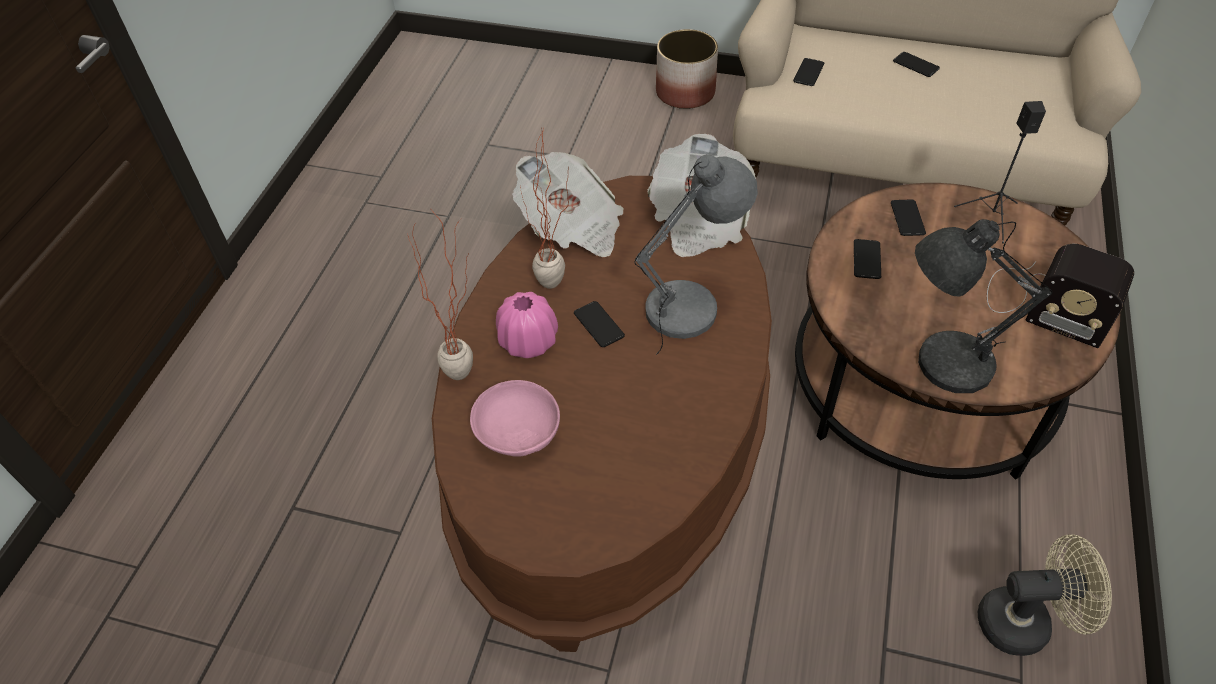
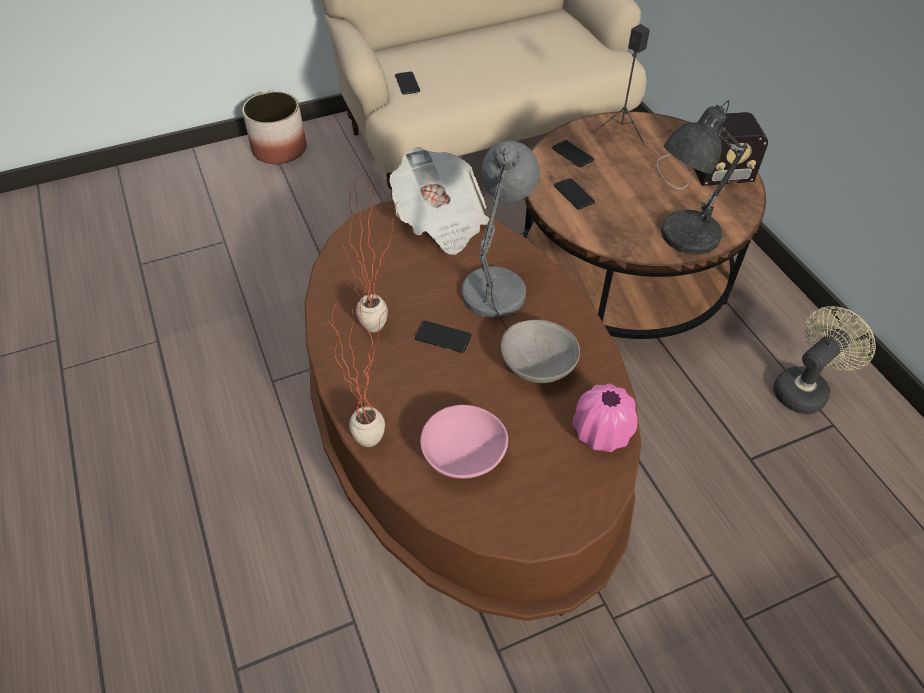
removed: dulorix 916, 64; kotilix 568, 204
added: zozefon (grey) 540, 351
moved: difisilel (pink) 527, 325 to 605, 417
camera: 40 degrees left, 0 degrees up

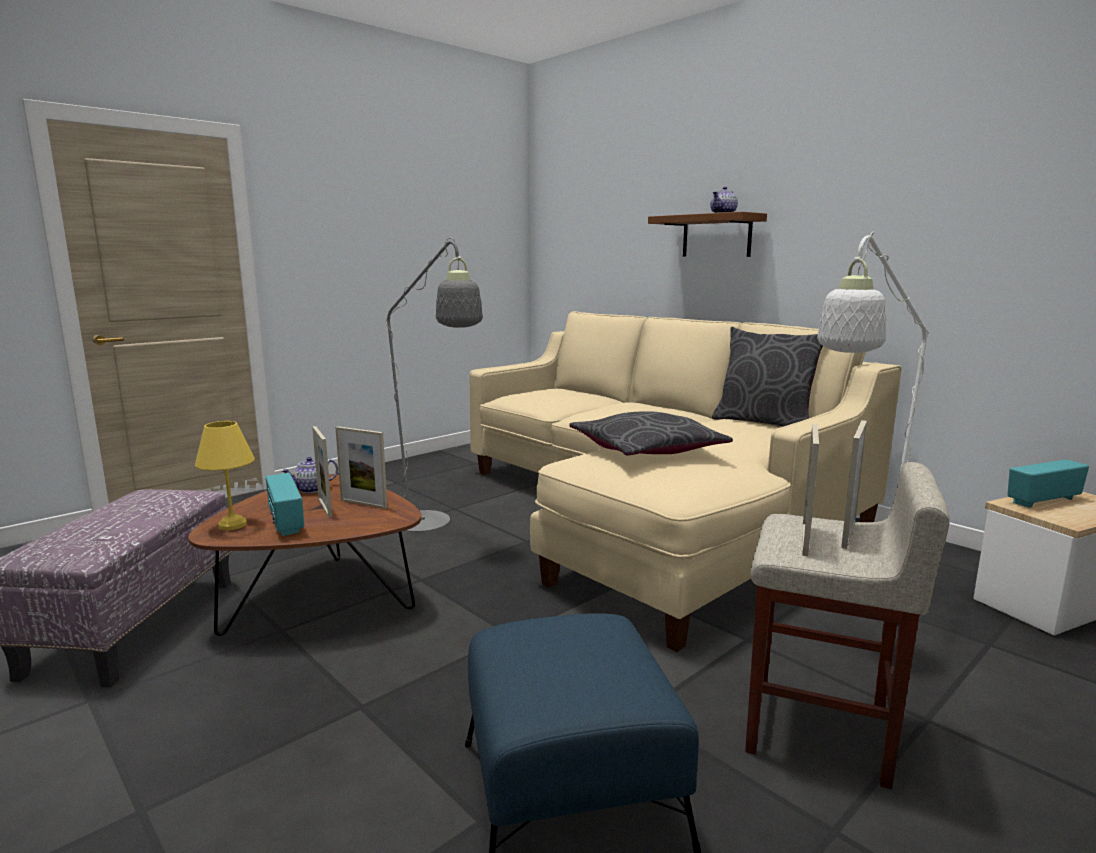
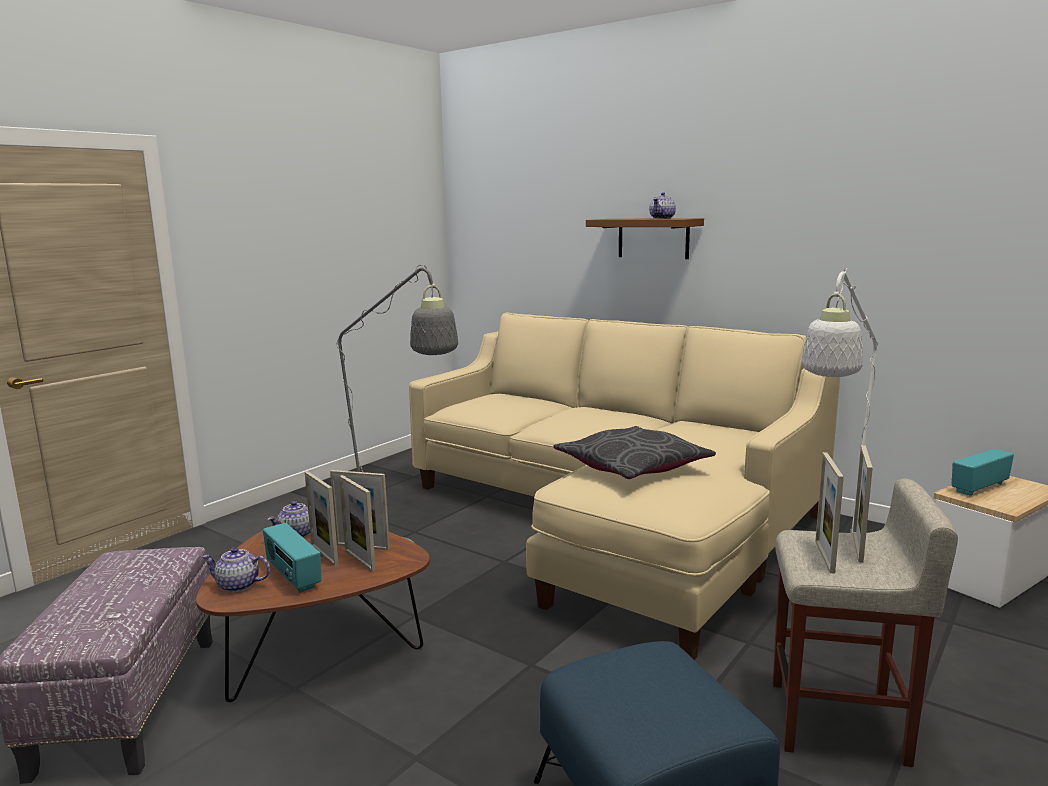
removed: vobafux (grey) 767, 376
added: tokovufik 357, 523
replaced: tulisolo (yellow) 225, 475 to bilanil 236, 569
camera: 10 degrees left, 0 degrees up

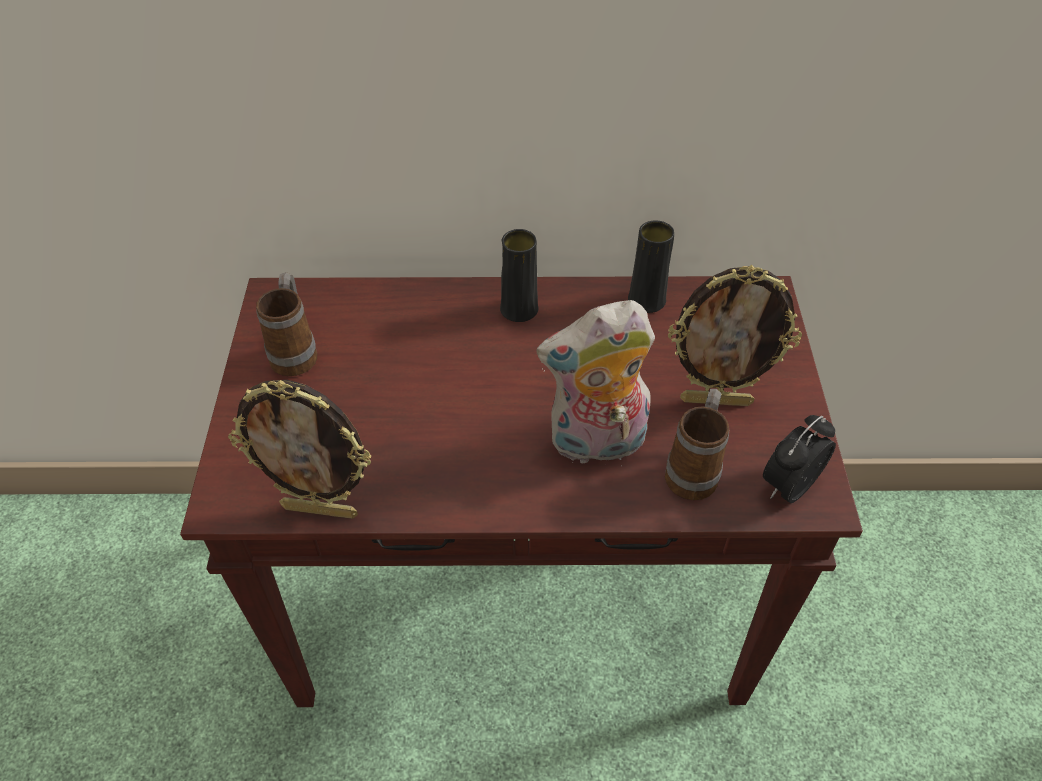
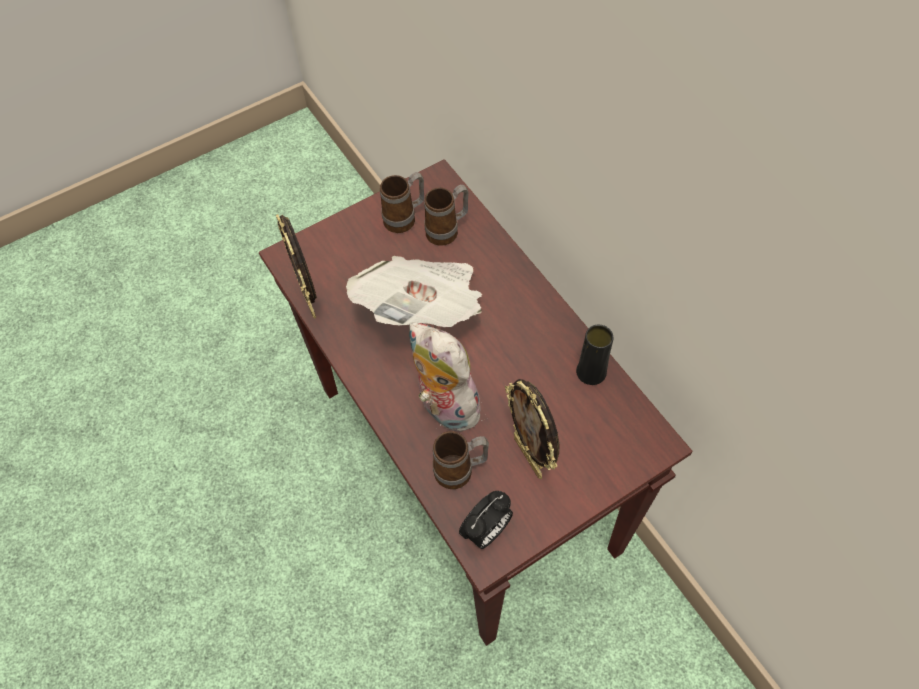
removed: difisilel (black) 519, 275
added: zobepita 446, 215; kotilix 414, 291
turned: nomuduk 799, 459 = 486, 520 120 degrees clockwise
camera: 60 degrees right, 10 degrees up

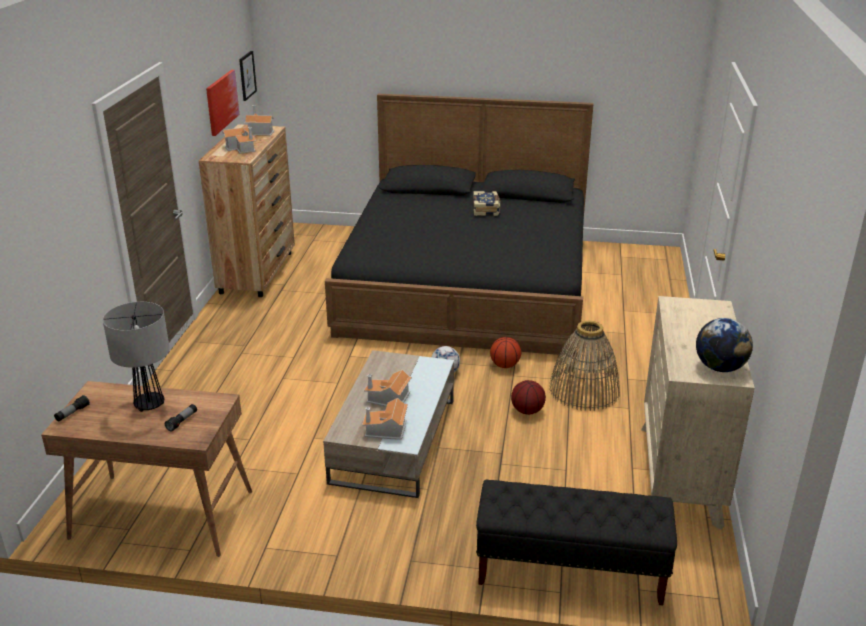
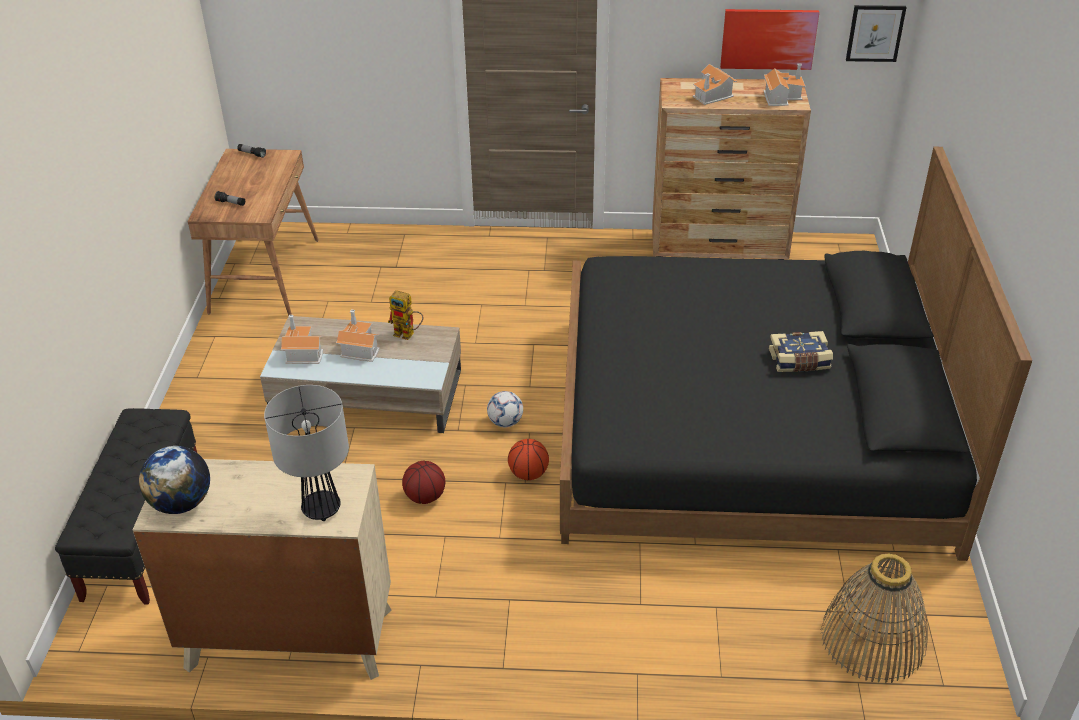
added: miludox 406, 315
moved: tulisolo 136, 357 to 306, 453; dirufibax 584, 365 to 874, 618
camera: 85 degrees right, 10 degrees up

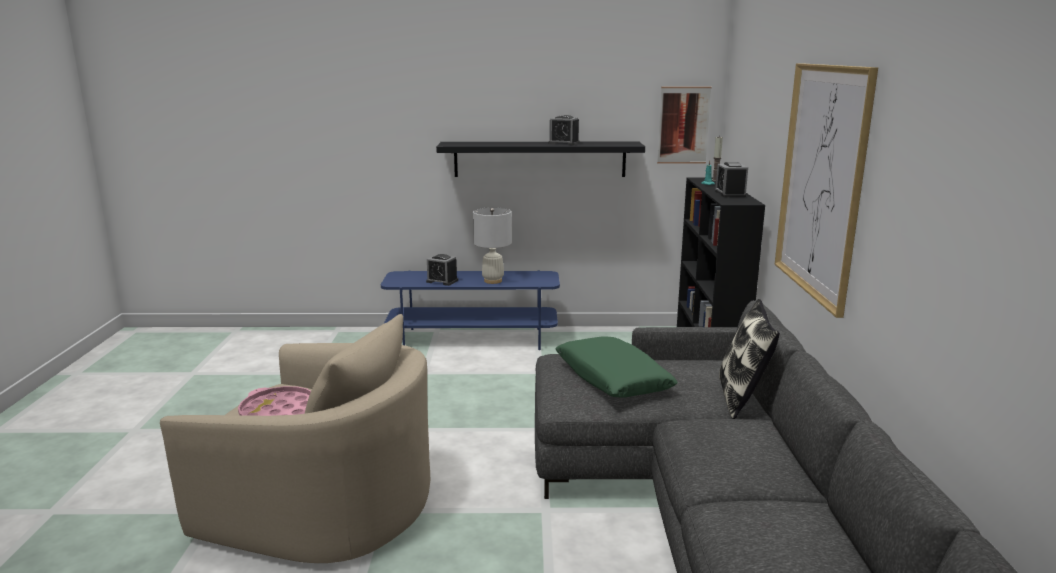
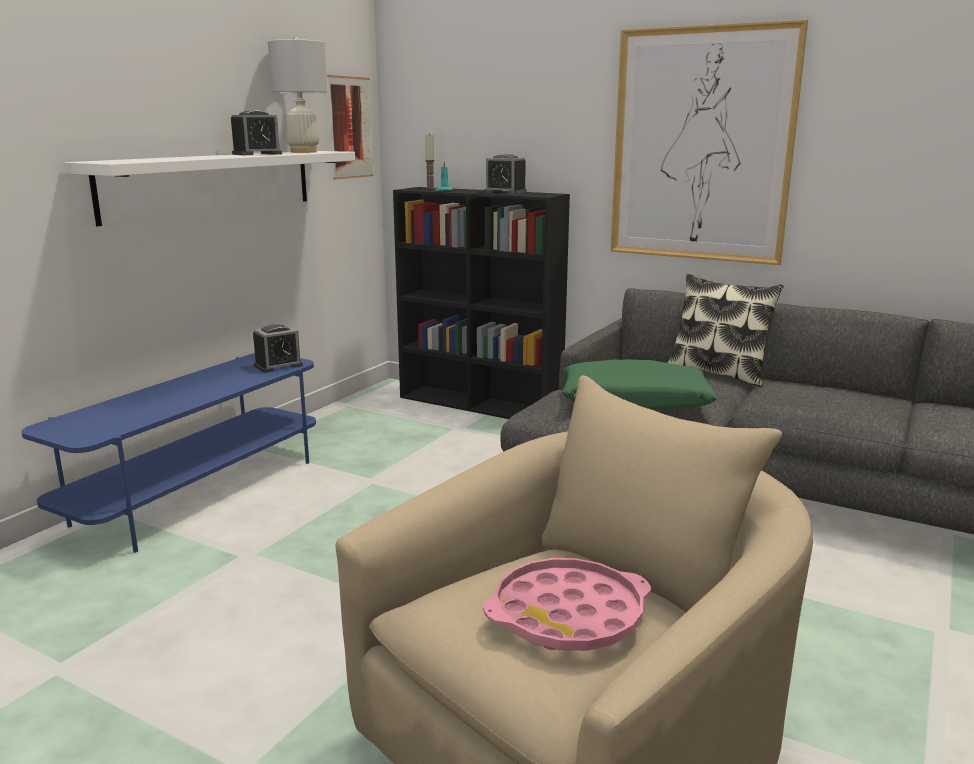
moved: tulisolo (white) 492, 245 to 297, 95; nomuduk 442, 270 to 278, 348
recoloured: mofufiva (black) 540, 159 to mofufiva (white) 210, 188
camera: 60 degrees left, 0 degrees up

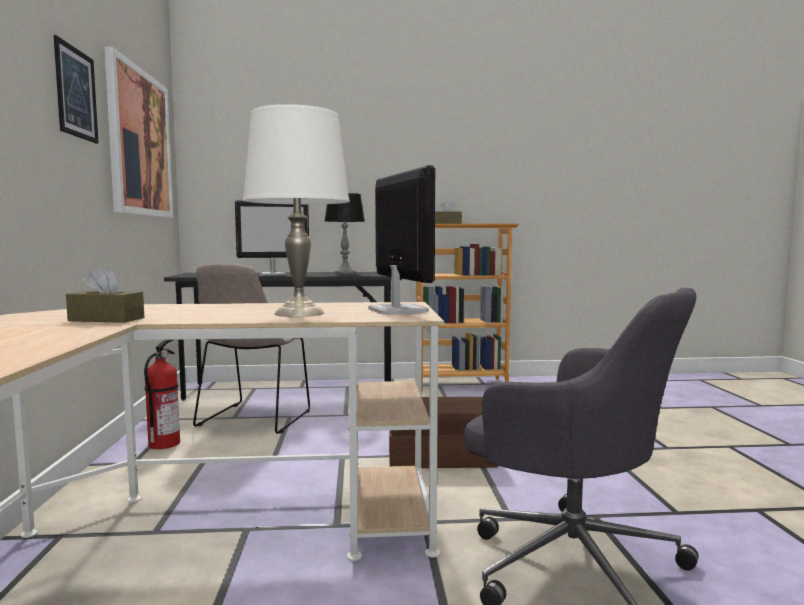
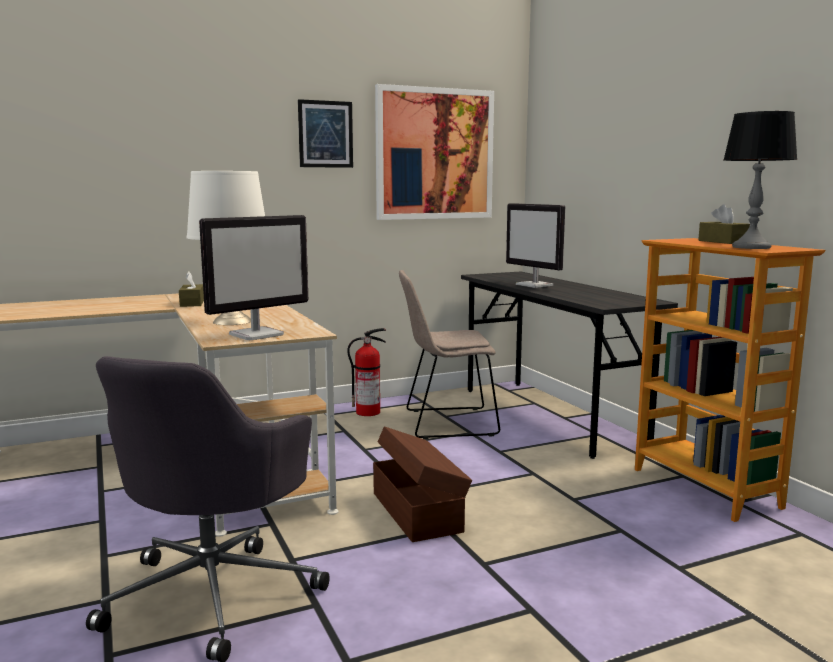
moved: tulisolo 345, 233 to 760, 180
camera: 70 degrees right, 5 degrees up

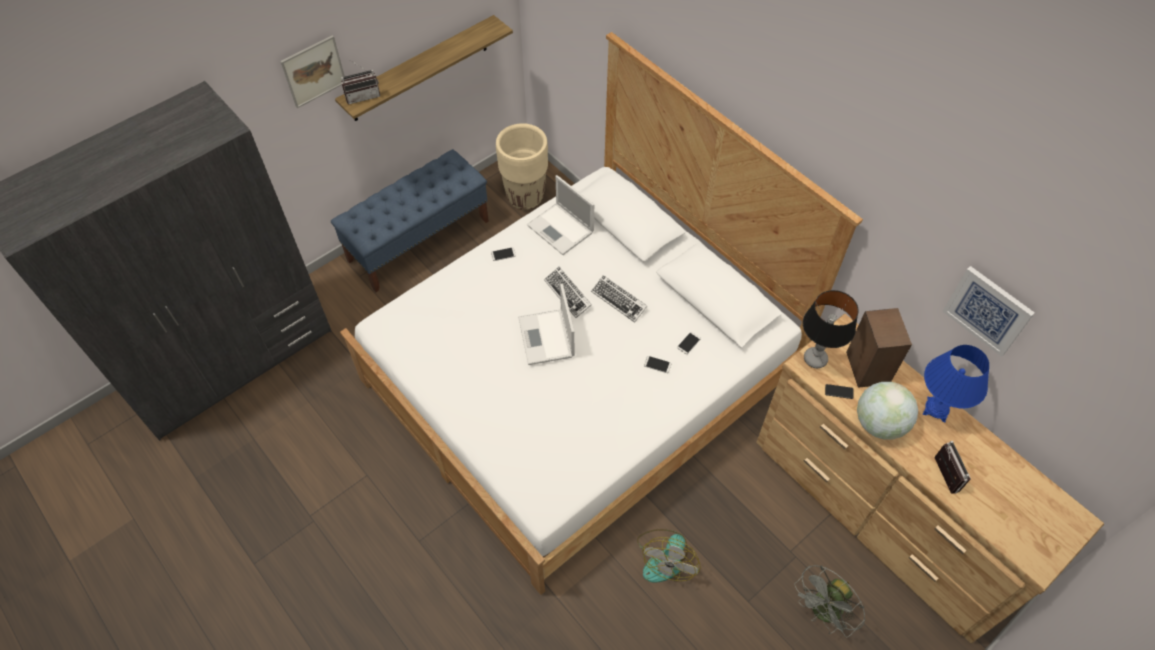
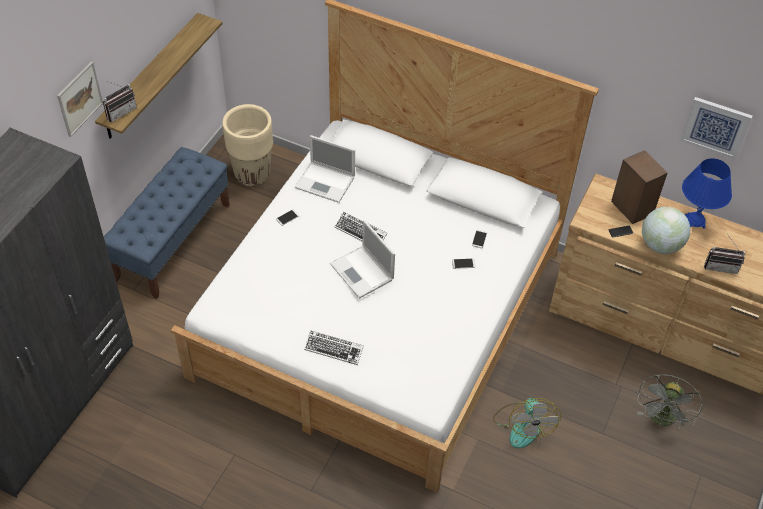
removed: tulisolo 831, 329
moved: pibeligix 619, 299 to 334, 347
turned: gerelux 952, 467 = 724, 254 135 degrees clockwise
camera: 25 degrees left, 5 degrees down

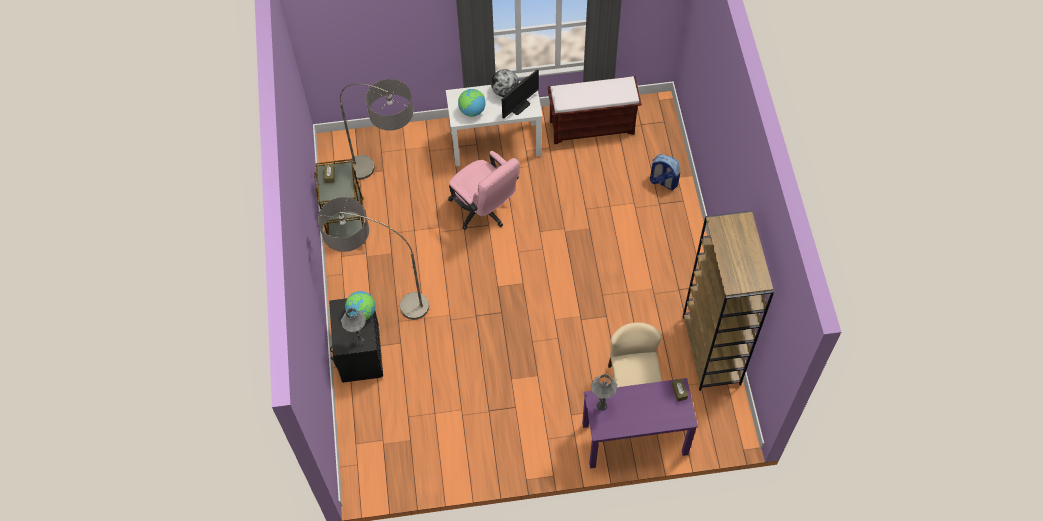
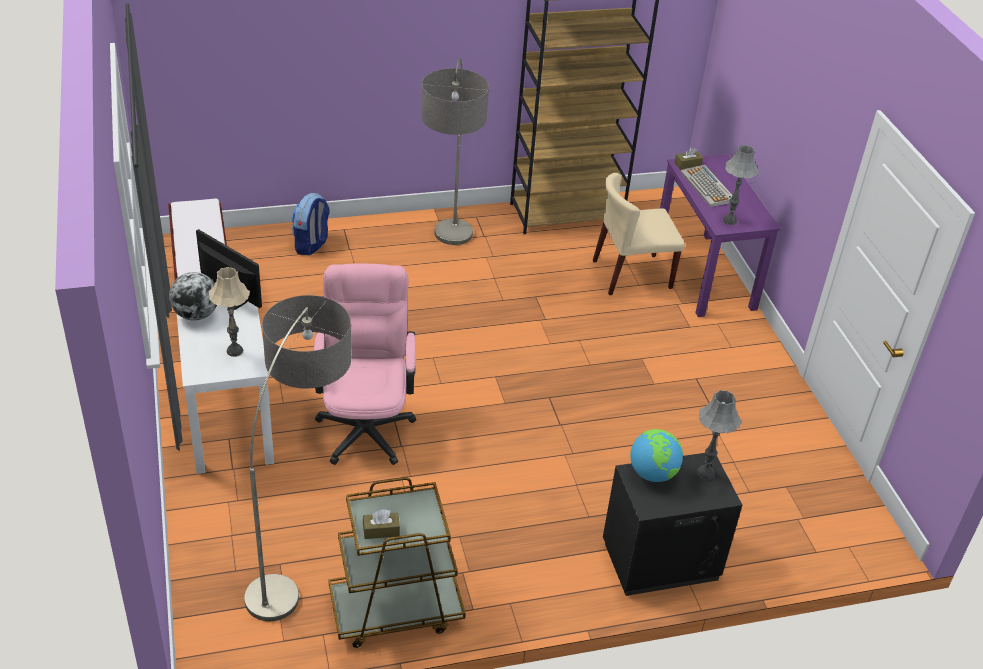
added: pibeligix 706, 186
moved: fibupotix 373, 258 to 455, 151
replaced: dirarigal 472, 103 to tulisolo (beige) 229, 312
turned: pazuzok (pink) 484, 190 = 365, 364 45 degrees counterclockwise
camera: 100 degrees left, 20 degrees down

